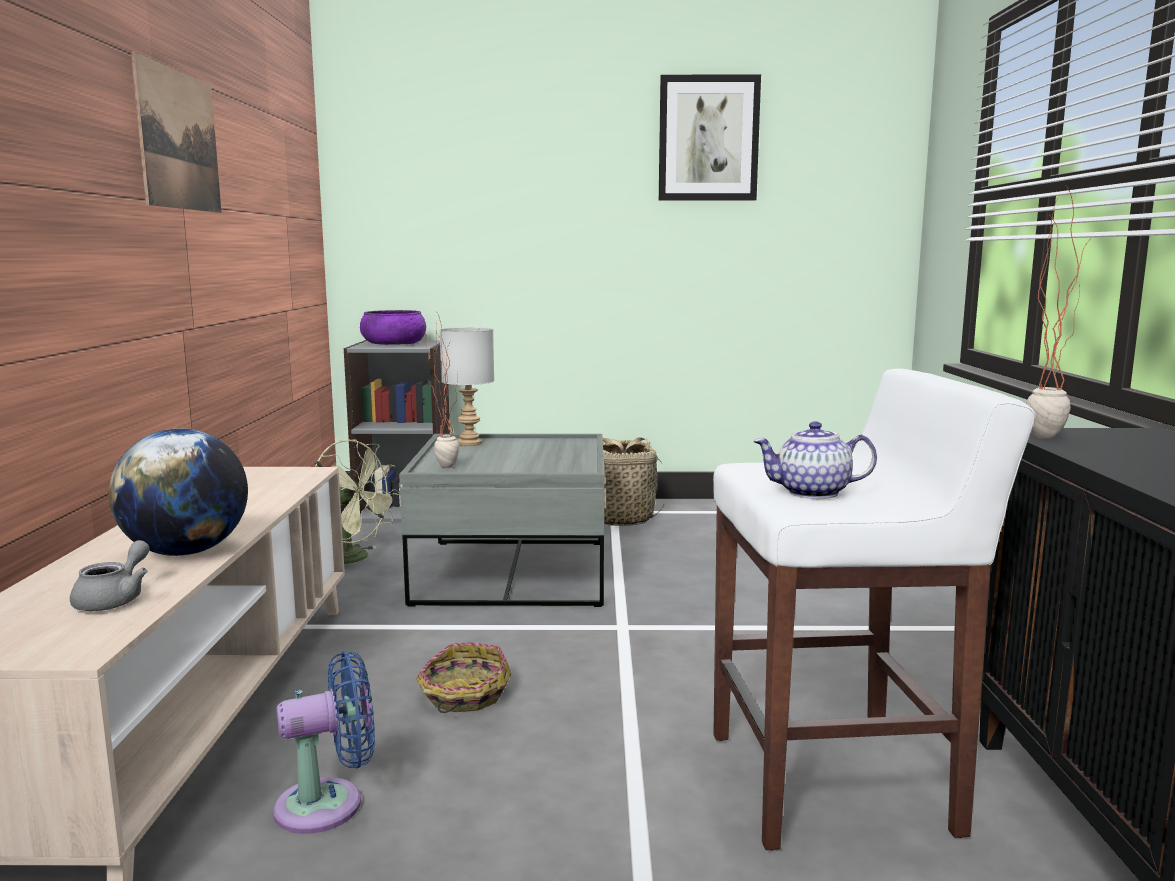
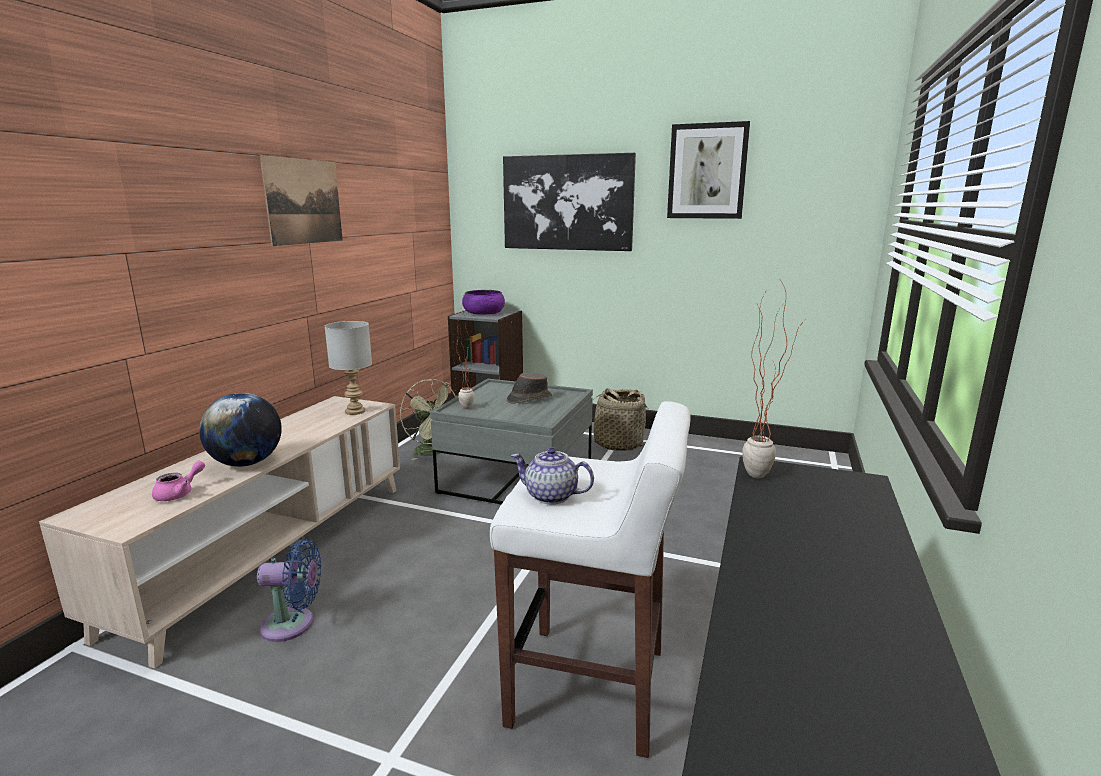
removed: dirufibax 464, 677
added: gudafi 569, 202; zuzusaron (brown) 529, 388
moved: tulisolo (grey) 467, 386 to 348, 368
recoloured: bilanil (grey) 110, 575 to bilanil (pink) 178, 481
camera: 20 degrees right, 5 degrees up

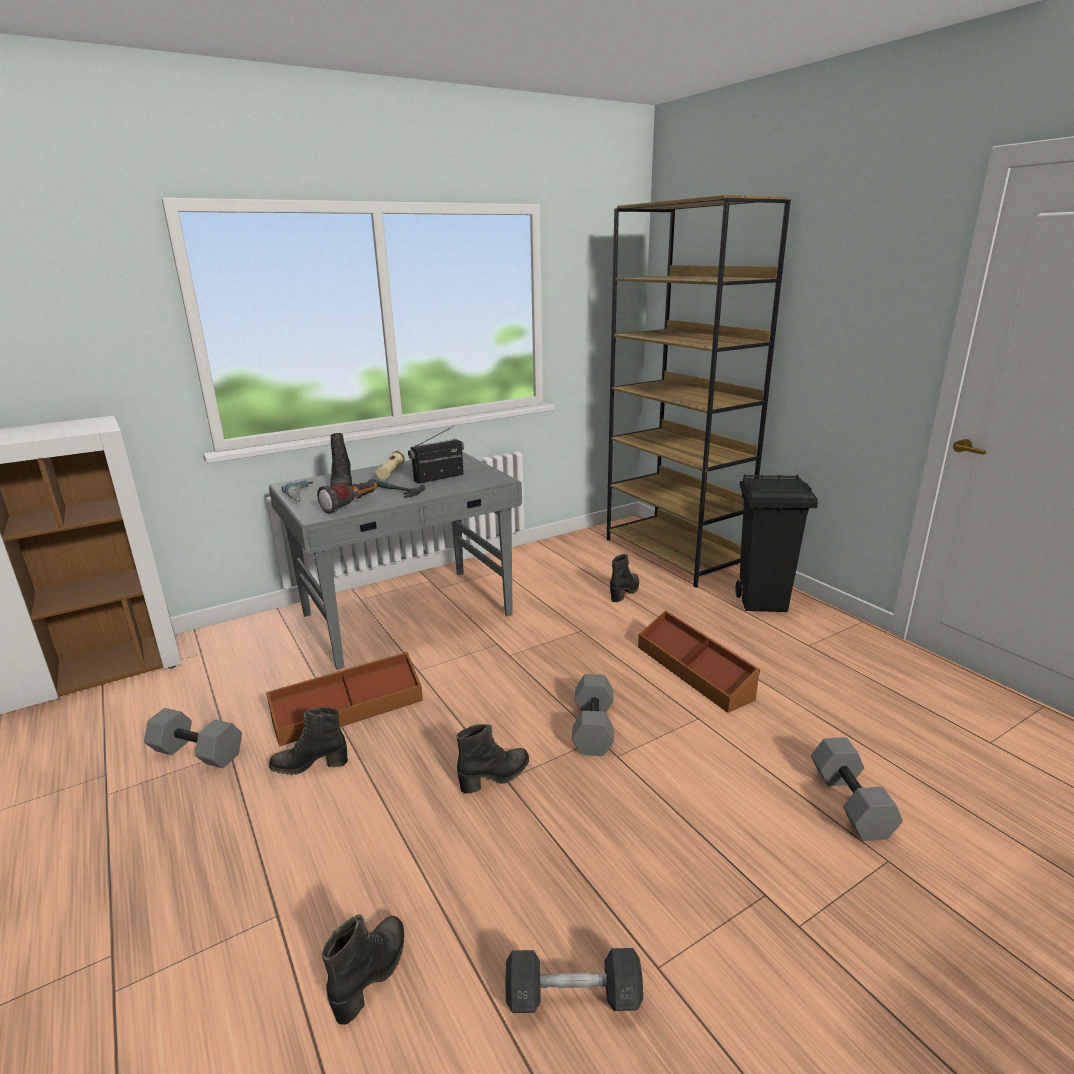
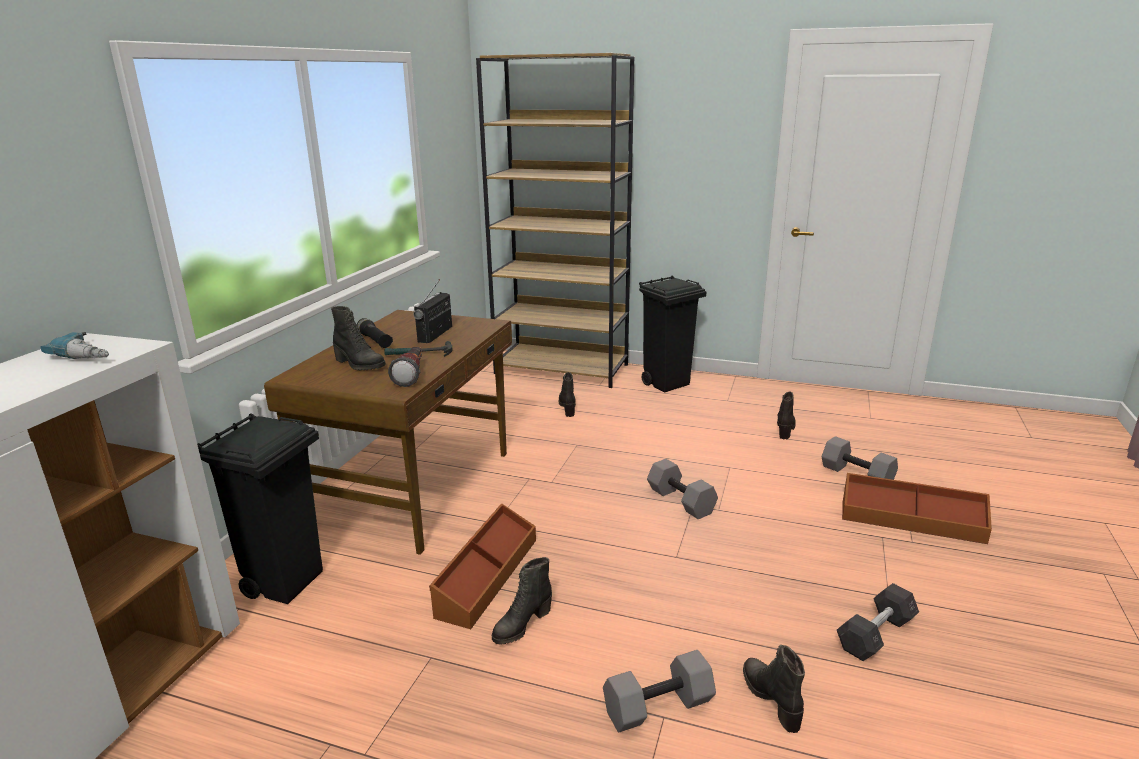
added: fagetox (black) 260, 508
moved: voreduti 297, 491 to 74, 345; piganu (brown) 699, 661 to 917, 508; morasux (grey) 193, 738 to 659, 691; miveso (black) 492, 759 to 786, 415
recoloured: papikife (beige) 390, 465 to papikife (black) 375, 333; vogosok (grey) 395, 561 to vogosok (brown) 388, 432
camera: 40 degrees left, 0 degrees up

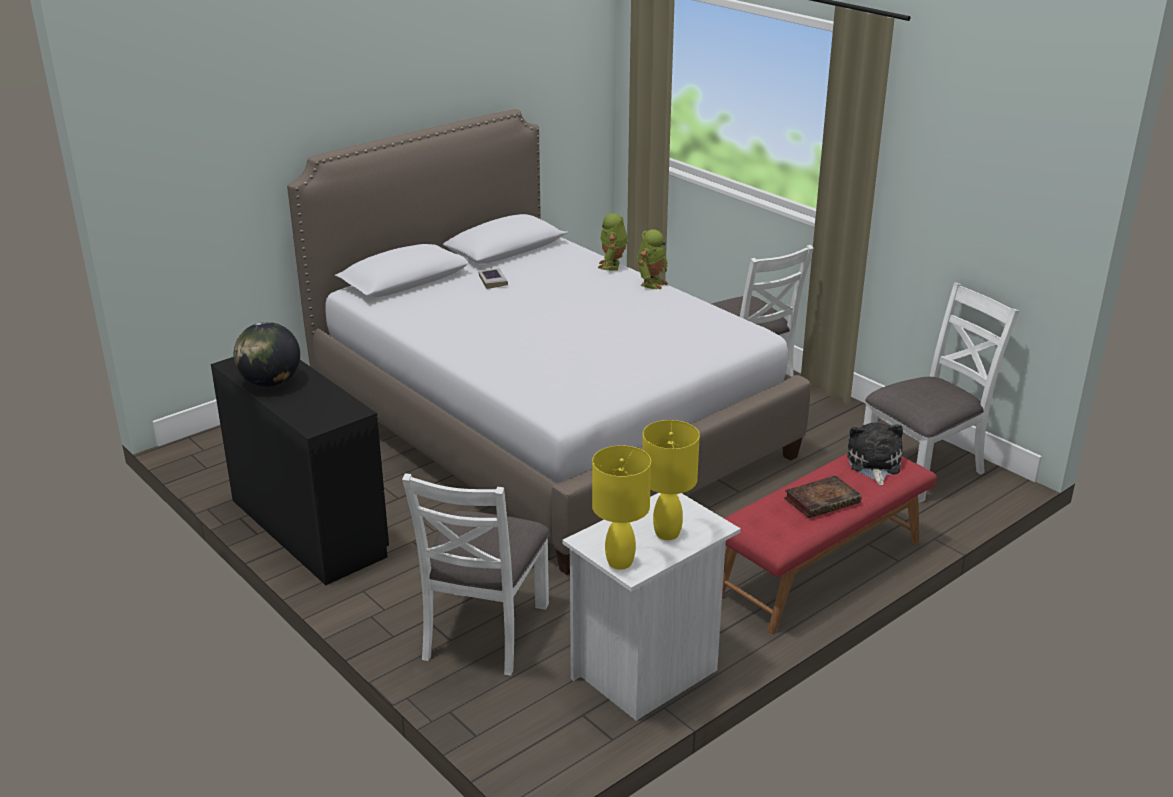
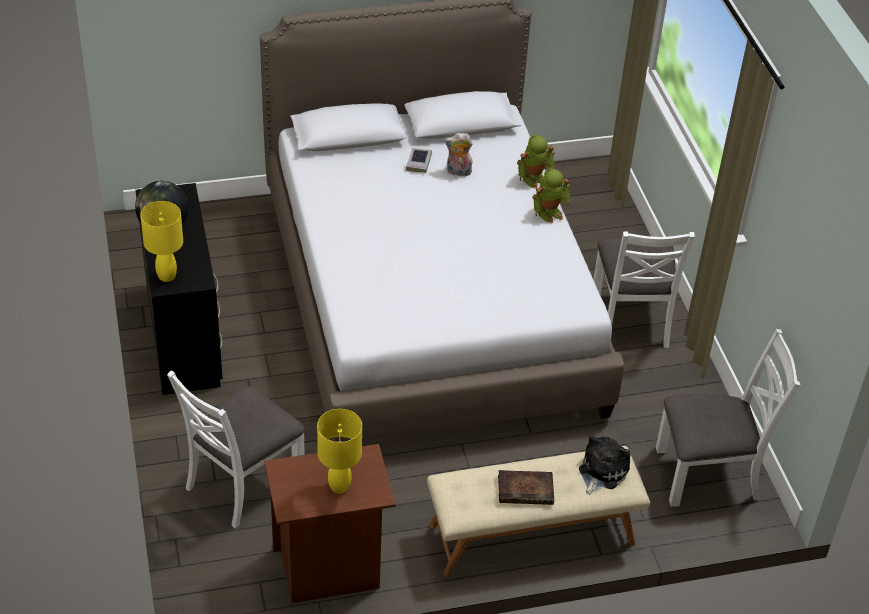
added: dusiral 458, 155
moved: tulisolo (yellow) 621, 507 to 161, 241
recoloured: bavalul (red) 829, 543 to bavalul (beige) 538, 511; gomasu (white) 651, 607 to gomasu (brown) 329, 523
turned: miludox 613, 241 = 536, 161 150 degrees counterclockwise
camera: 25 degrees right, 15 degrees up

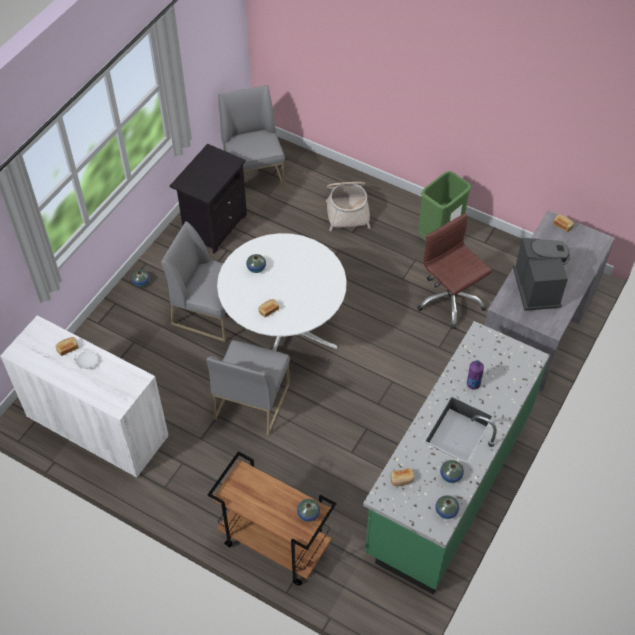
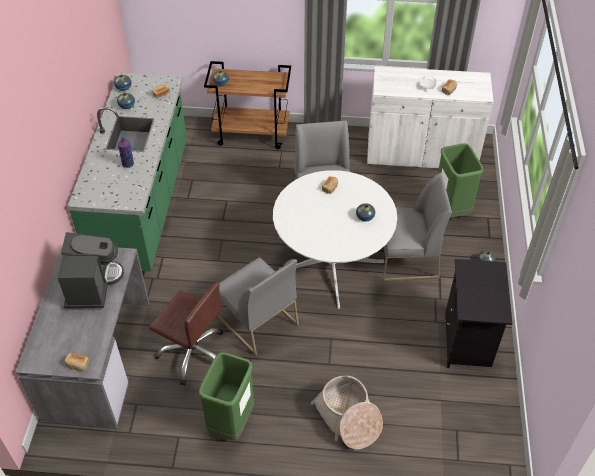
added: fagetox (green) 460, 180
moved: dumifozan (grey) 251, 136 to 258, 307
turned: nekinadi 541, 274 = 91, 270 150 degrees counterclockwise
camera: 155 degrees right, 5 degrees down

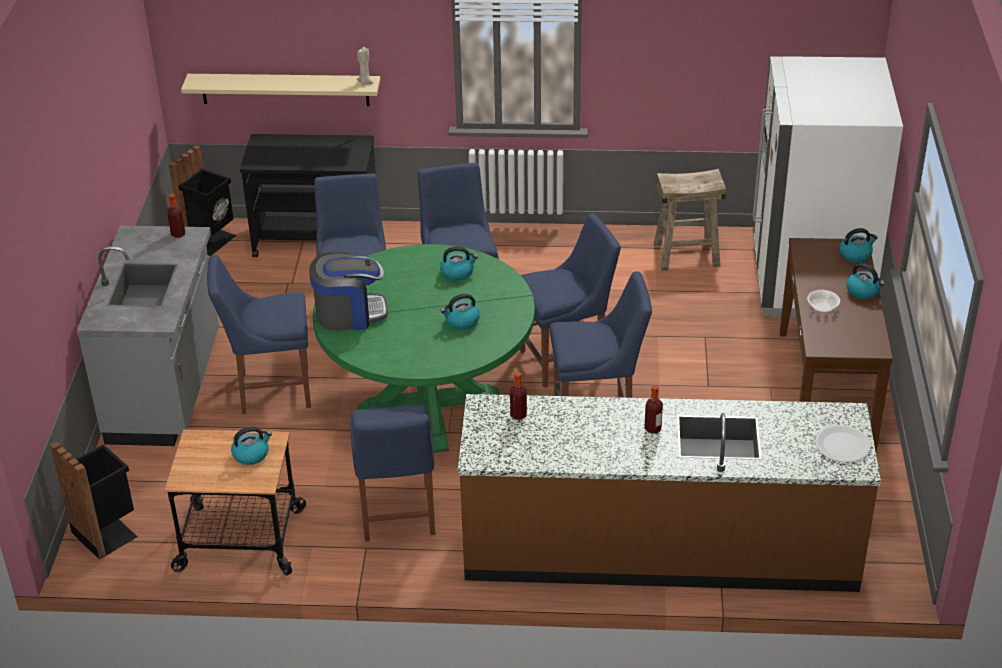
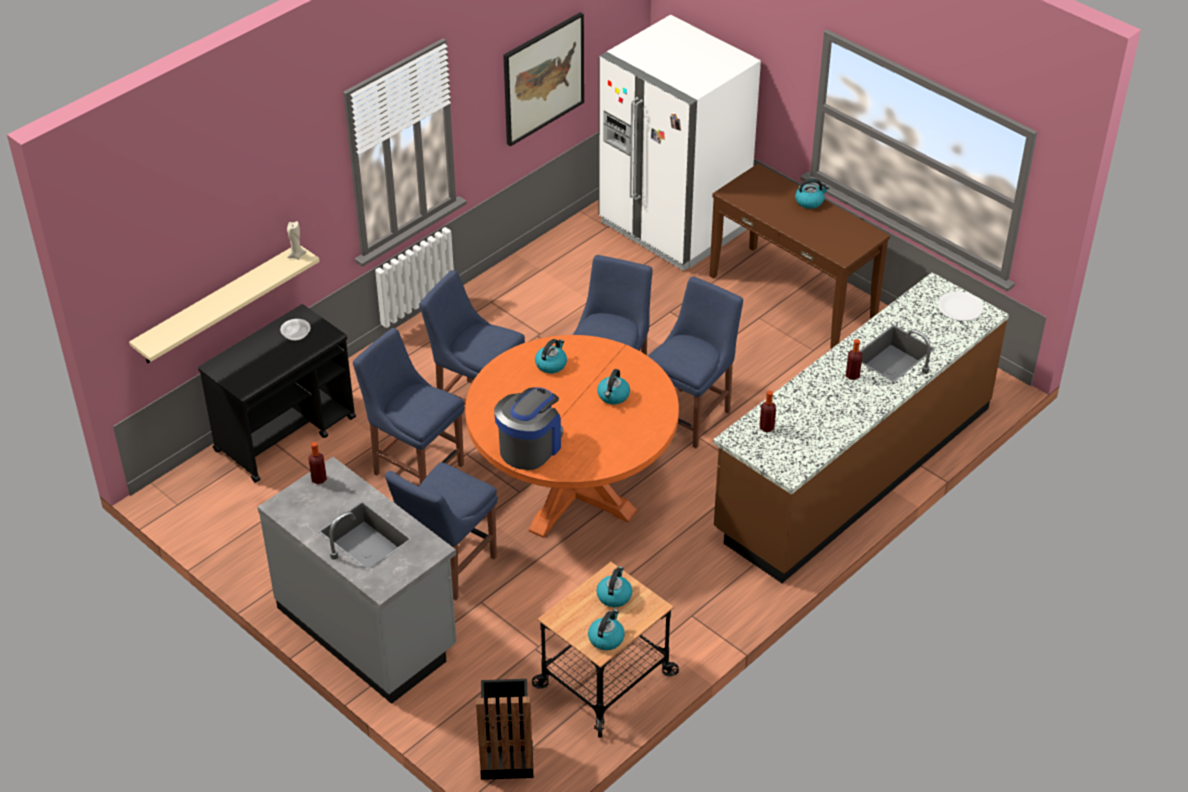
removed: fagetox (black) 202, 200; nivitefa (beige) 690, 220; dumifozan (blue) 392, 473
added: gudafi 543, 79
moved: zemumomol 858, 245 to 606, 629; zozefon 823, 301 to 295, 330
recoloured: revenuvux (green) 424, 348 to revenuvux (orange) 572, 436
camera: 50 degrees left, 5 degrees up

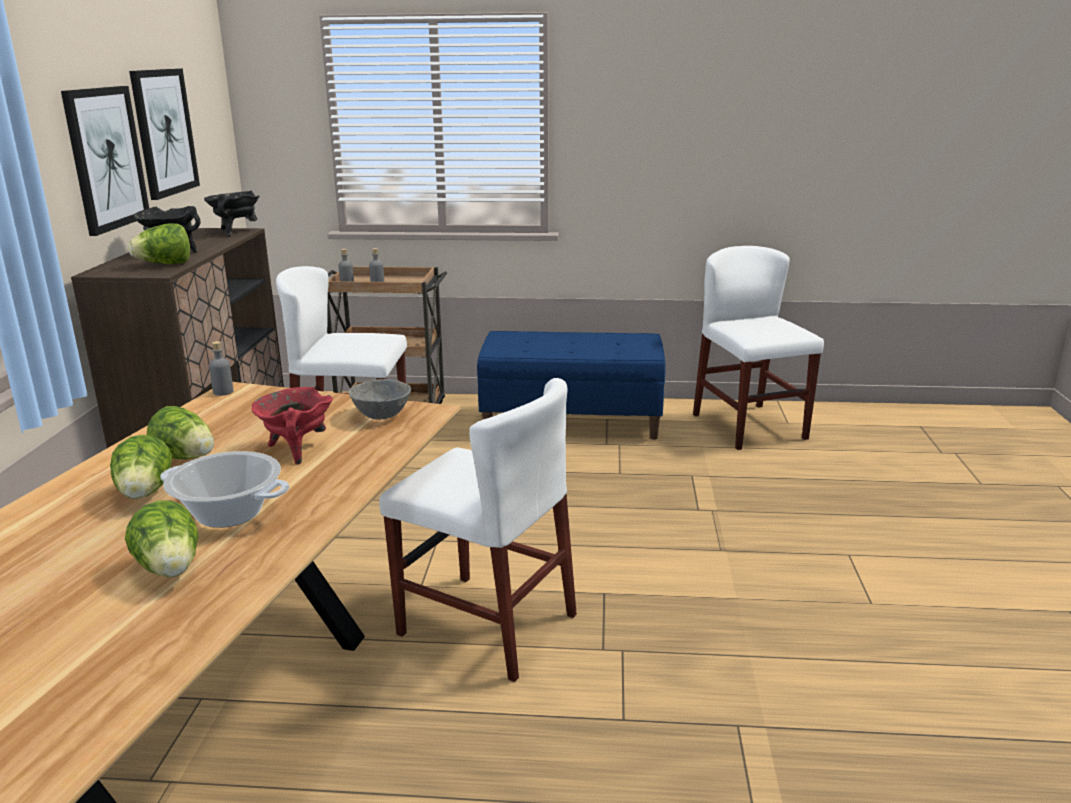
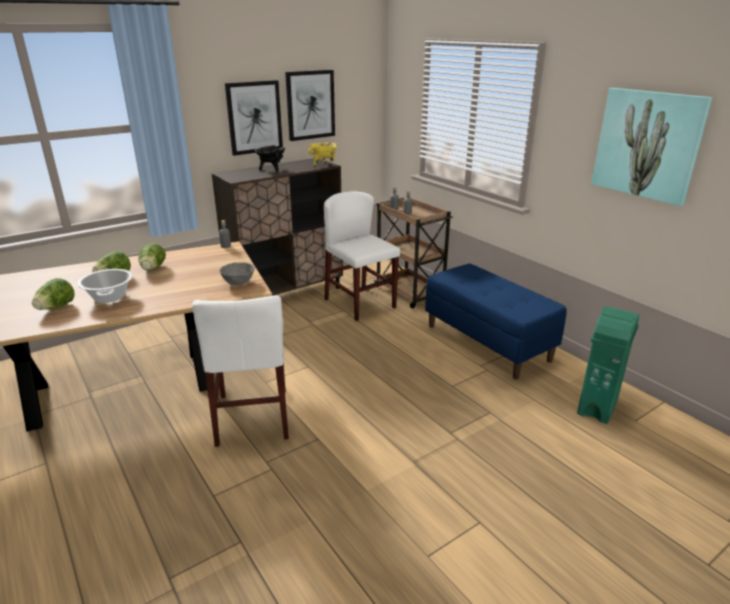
removed: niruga 159, 243; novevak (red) 292, 426
added: gudafi 651, 147
replaced: dumifozan (white) 758, 348 to fagetox (green) 608, 365
recoloured: novevak (black) 231, 213 to novevak (yellow) 323, 155
camera: 50 degrees right, 5 degrees up

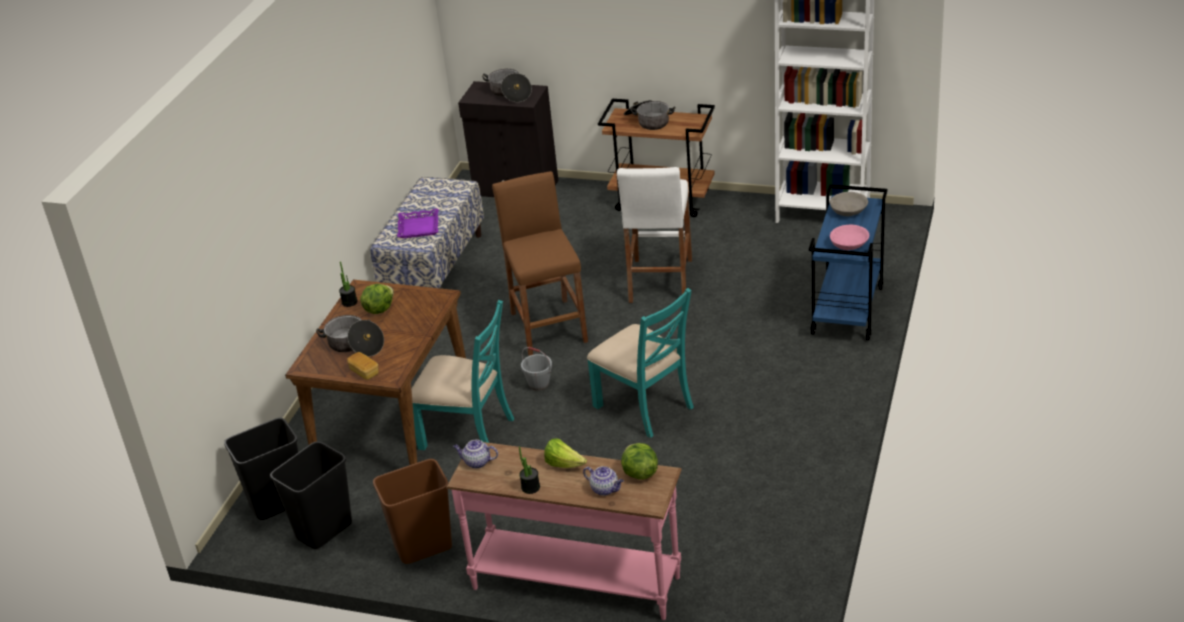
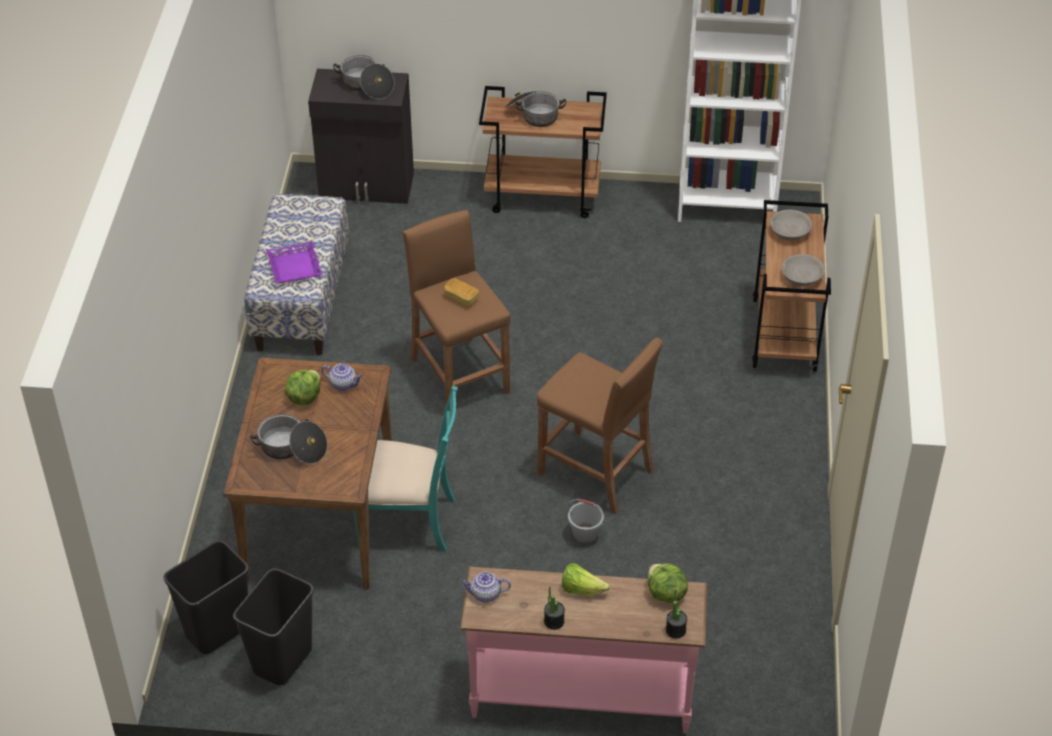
removed: nivitefa (white) 654, 235; fagetox (brown) 412, 511
moved: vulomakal 348, 284 to 676, 614; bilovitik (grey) 536, 369 to 586, 521; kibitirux 363, 366 to 461, 292; bilanil 603, 481 to 342, 377
replaced: dumifozan (turquoise) 640, 363 to nivitefa (brown) 599, 426
recoloured: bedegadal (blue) 848, 262 to bedegadal (brown) 791, 286; zozefon (pink) 849, 237 to zozefon (grey) 803, 270
camera: 15 degrees left, 10 degrees up

